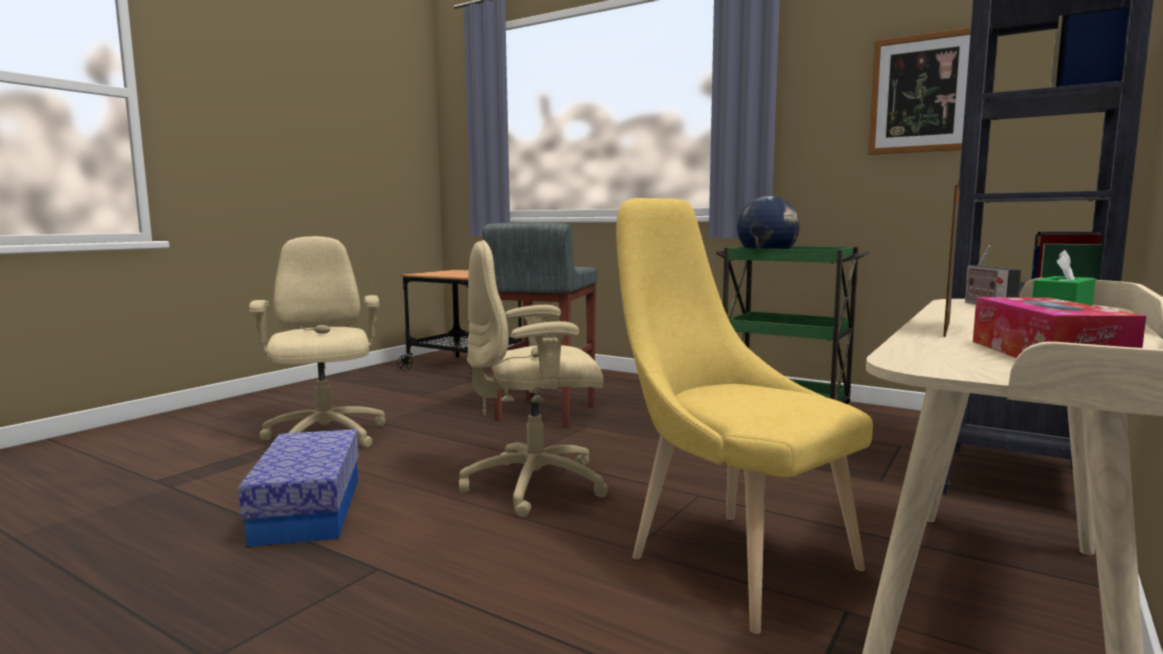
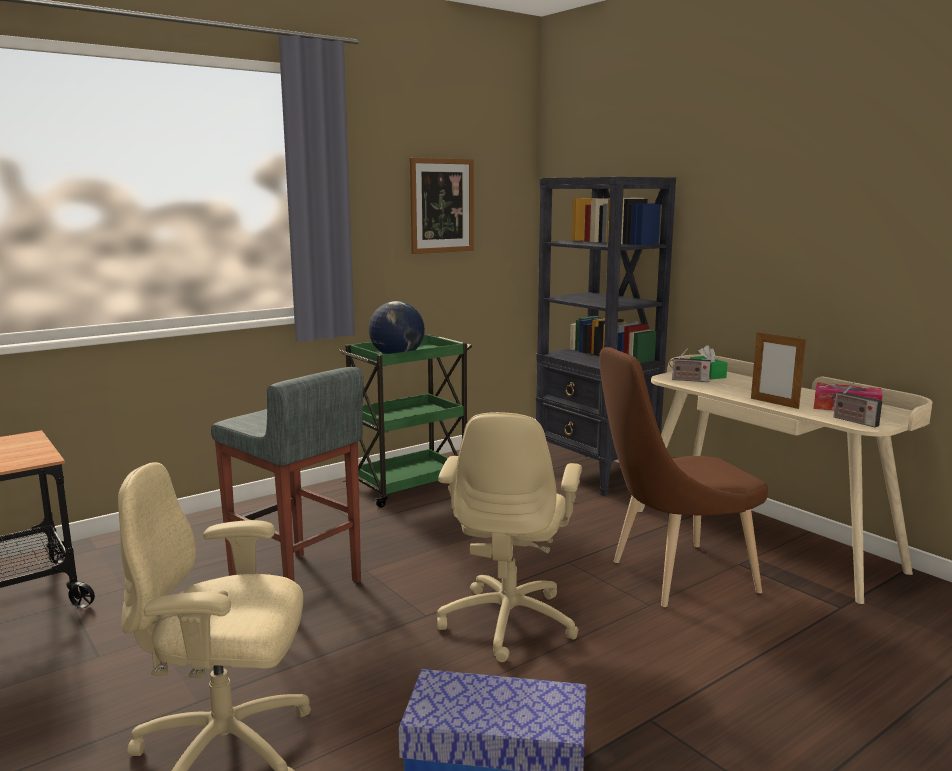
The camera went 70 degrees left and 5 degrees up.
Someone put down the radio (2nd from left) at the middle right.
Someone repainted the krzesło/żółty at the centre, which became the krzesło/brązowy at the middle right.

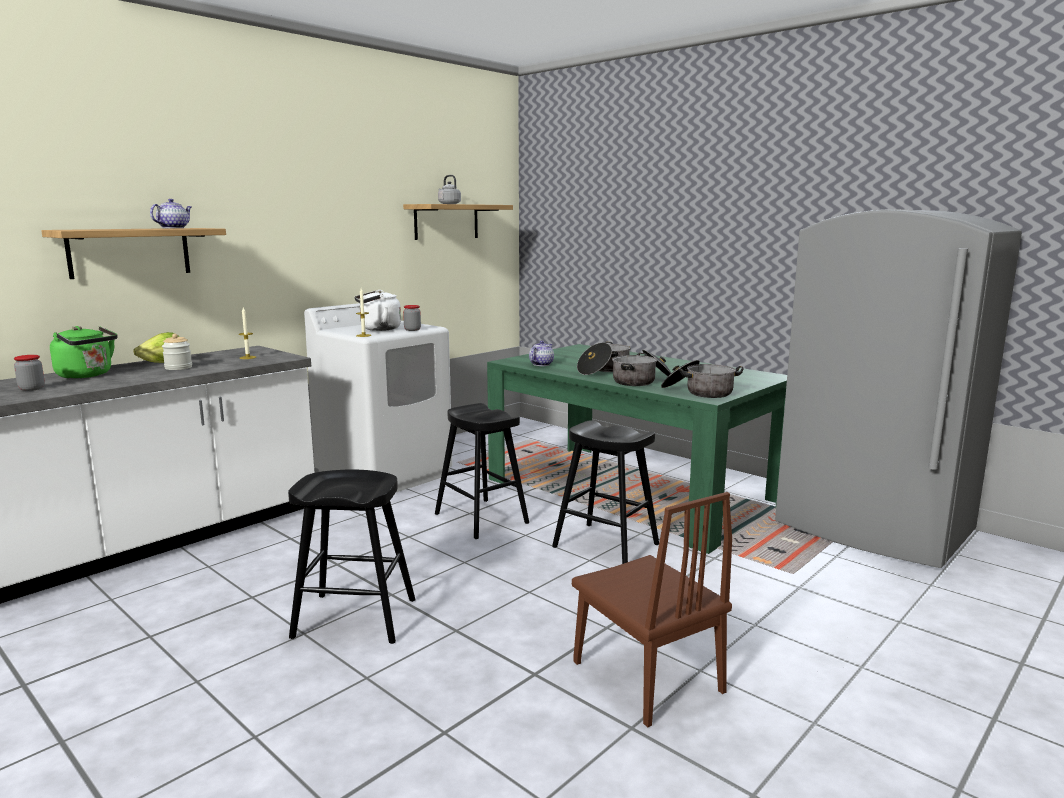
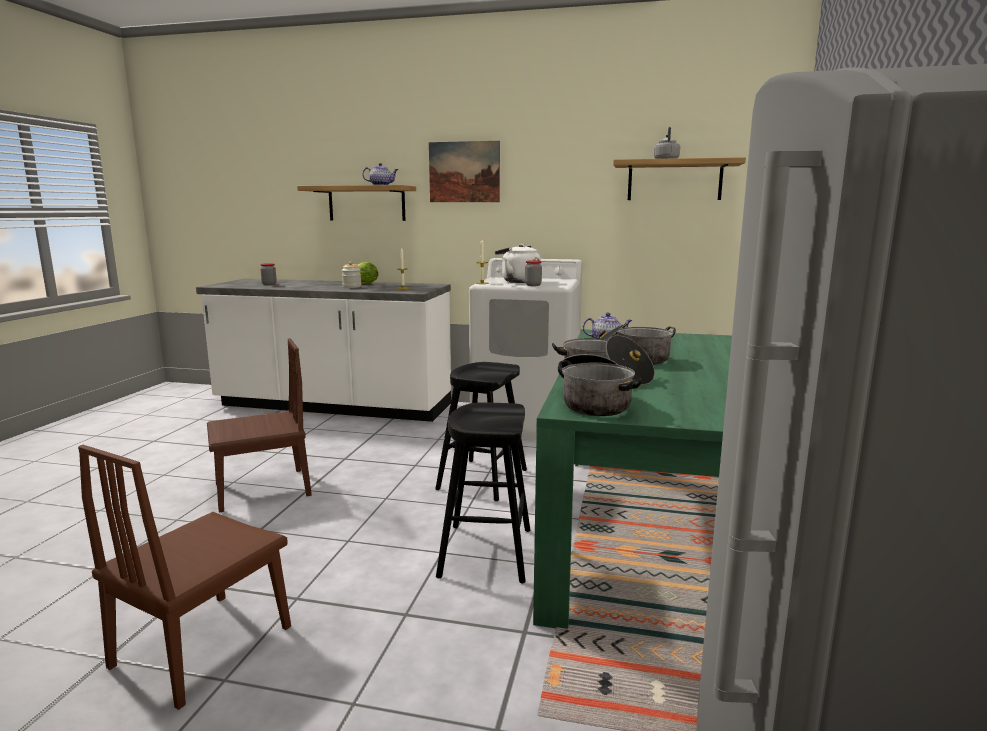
The camera went 60 degrees right and 0 degrees up.
Someone took away the czajnik/zielony at the middle left.
Someone put up the obraz at the top centre.
Someone swapped the stołek/czarny (1st from left) at the bottom left for the krzesło/brązowy (2nd from left) at the middle left.

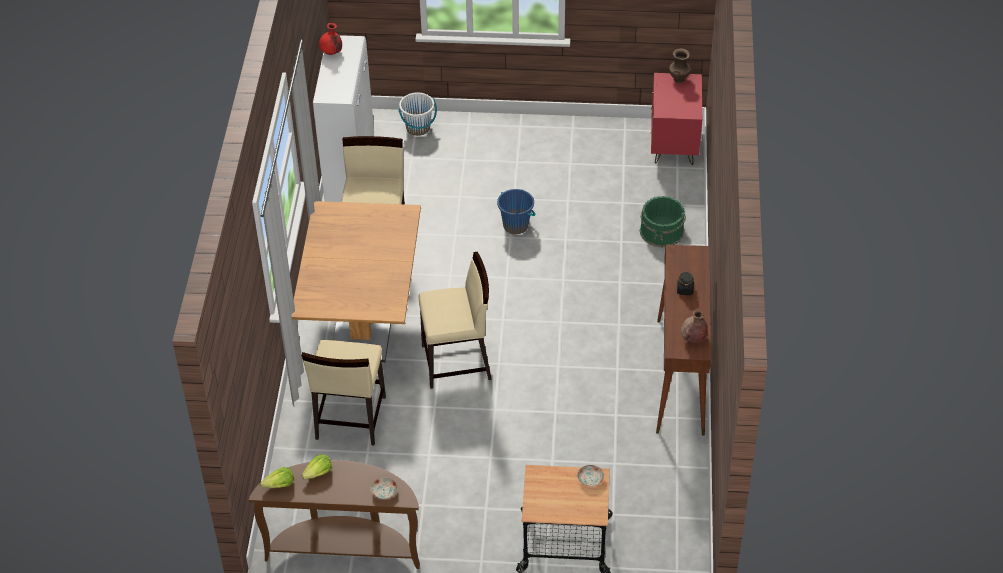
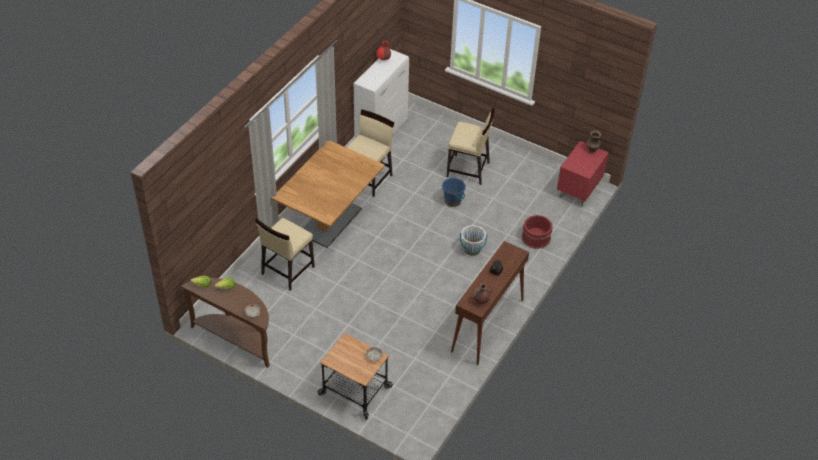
The camera went 25 degrees right and 0 degrees up.
Someone carried the wiadro/biały from the top centre to the centre.
Someone carried the krzesło/beżowy (3rd from left) from the centre to the top centre.
Someone repainted the wiadro/zielony at the centre, which became the wiadro/czerwony at the centre.

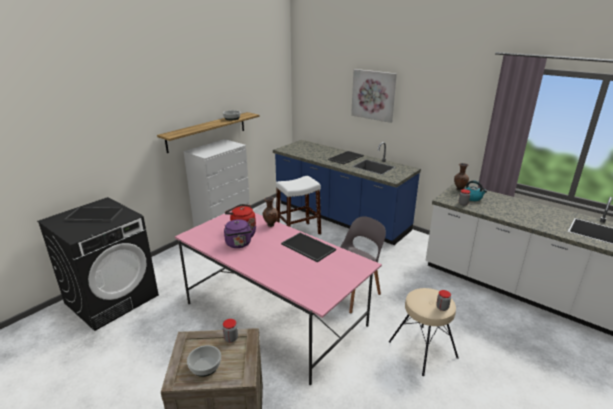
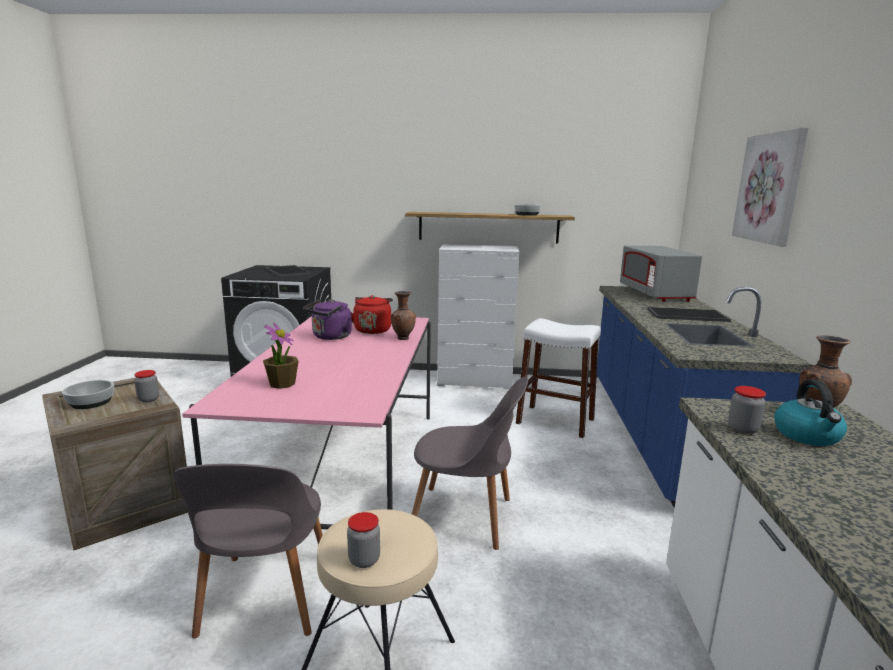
The camera went 55 degrees right and 10 degrees down.
Someone took away the taca (2nd from left) at the centre.
Someone put down the krzesło/szary (1st from left) at the bottom left.
Someone put down the roślina doniczkowa at the middle left.
Someone put down the mikrofalówka/szary at the middle right.

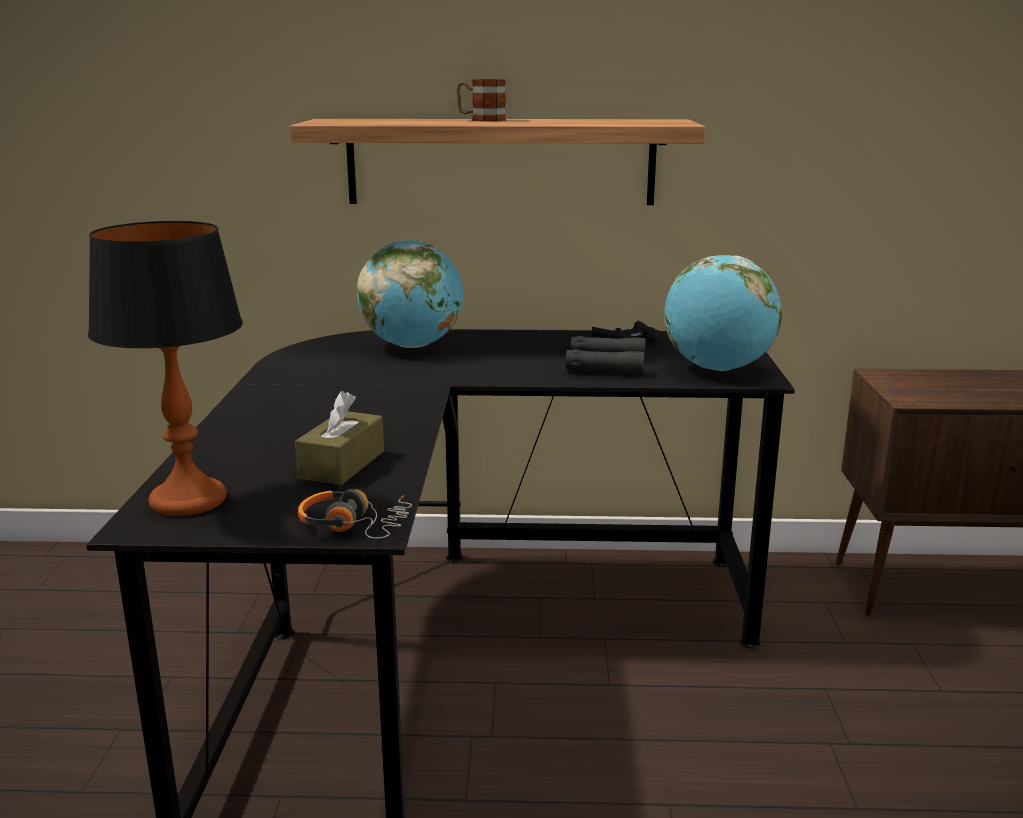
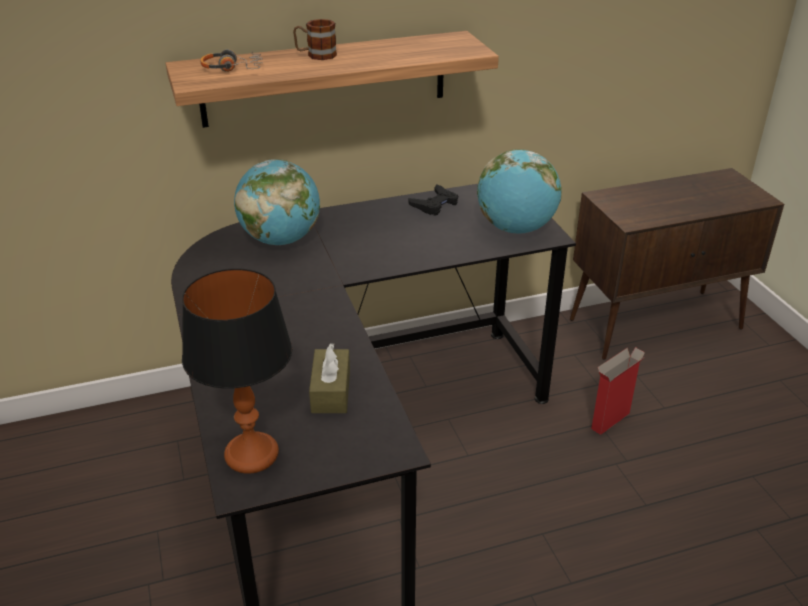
The camera went 20 degrees left and 15 degrees up.
Someone took away the lornetka/czarny at the centre.
Someone put down the karton at the middle right.
Someone carried the słuchawki from the centre to the top left.

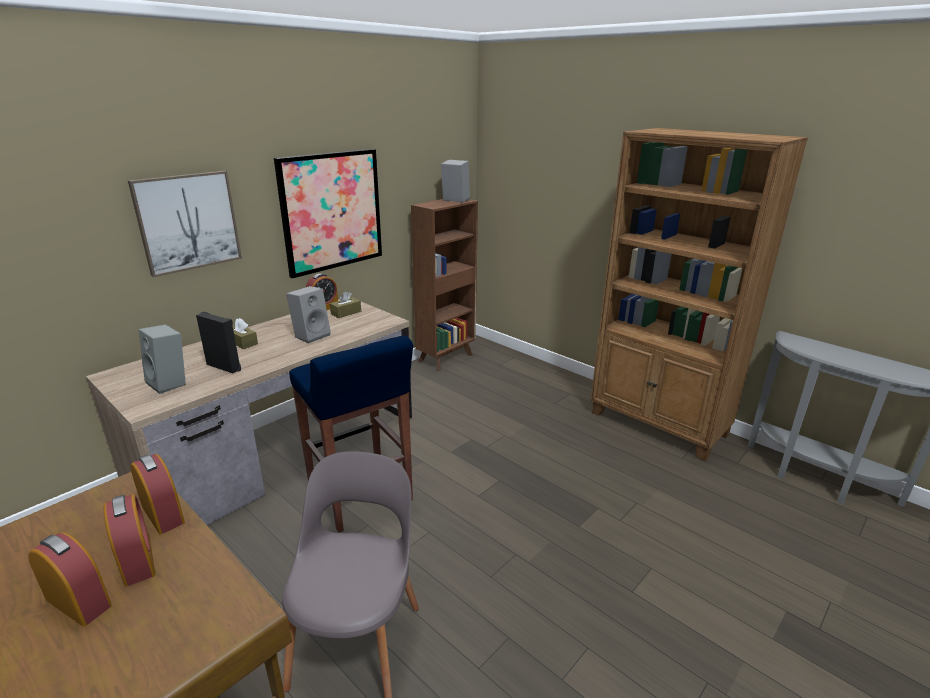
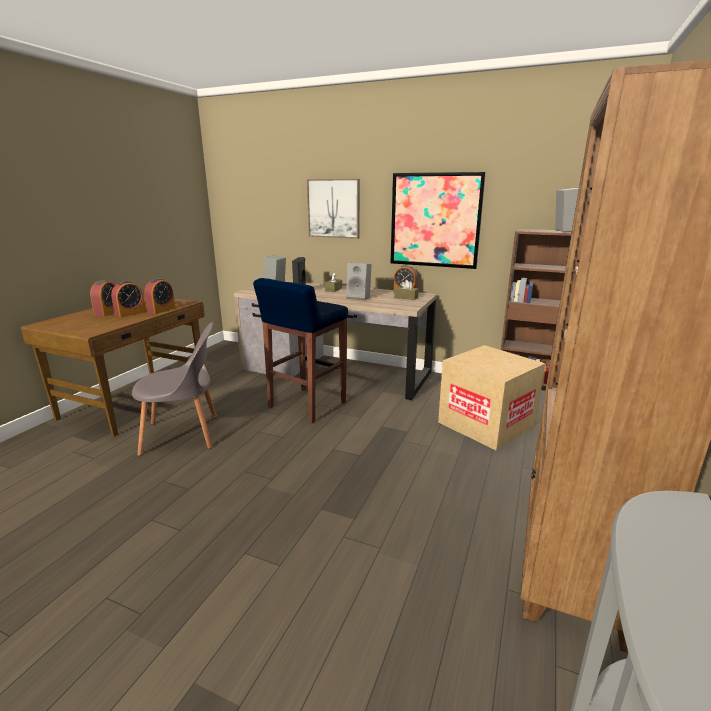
The camera went 70 degrees right and 5 degrees down.
Someone put down the karton at the middle right.

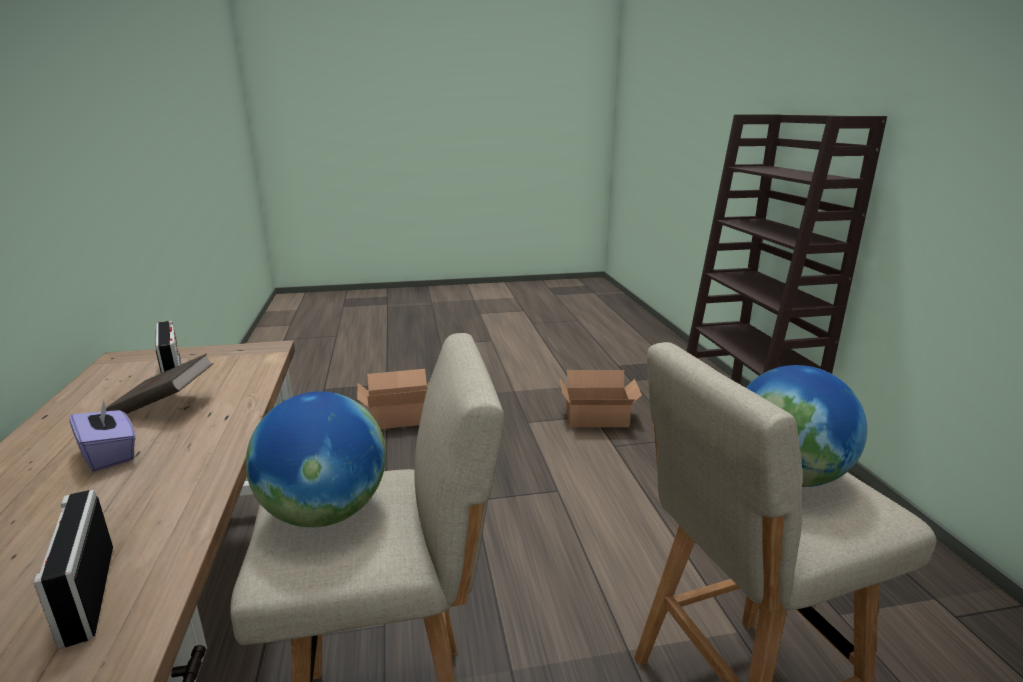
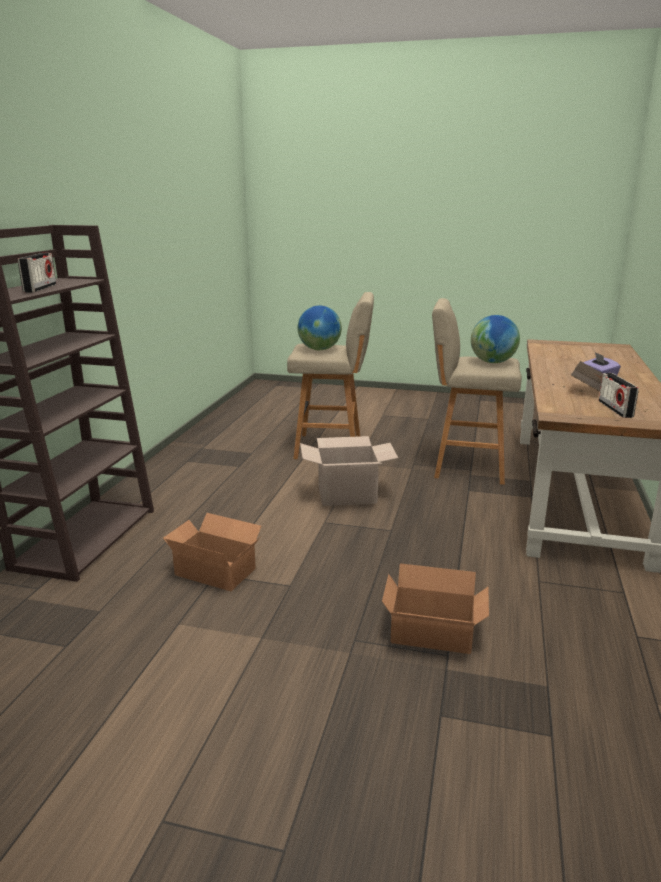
The camera went 155 degrees left and 0 degrees up.
Someone put down the karton (2nd from left) at the centre.
Someone carried the radio (1st from left) from the bottom left to the top left.

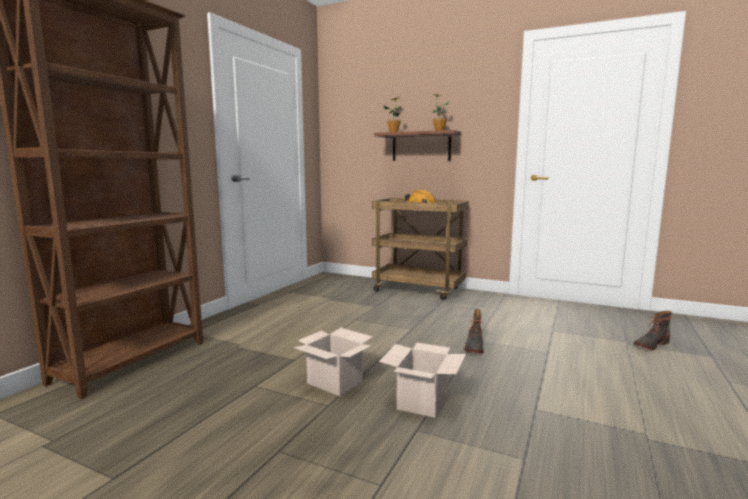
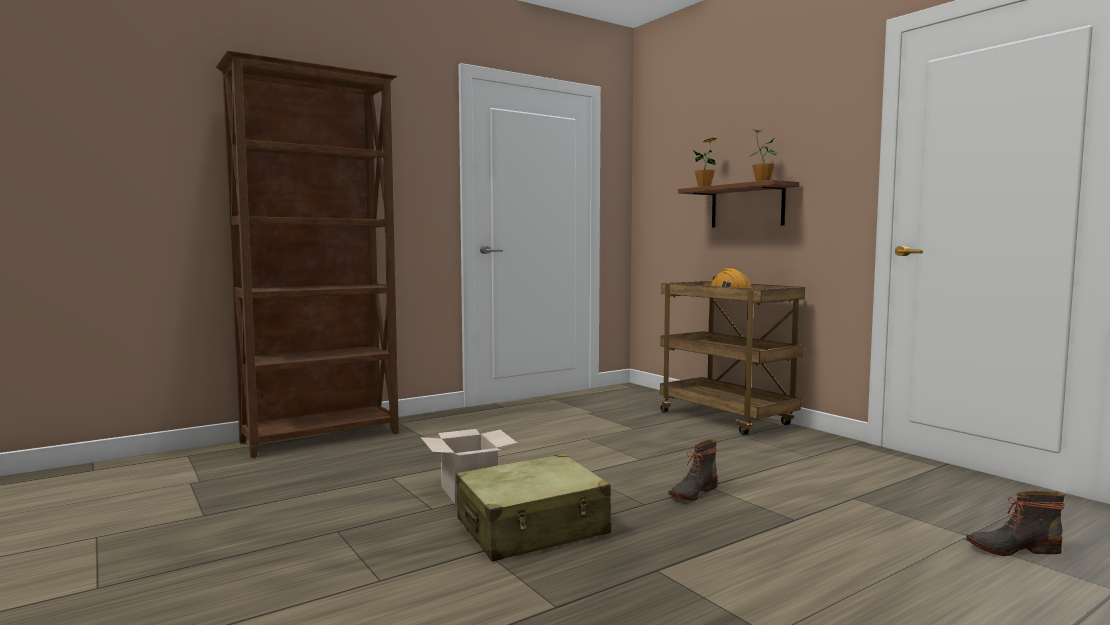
The camera went 30 degrees right and 5 degrees down.
Someone swapped the karton (2nd from left) at the bottom centre for the walizka/beżowy at the bottom centre.

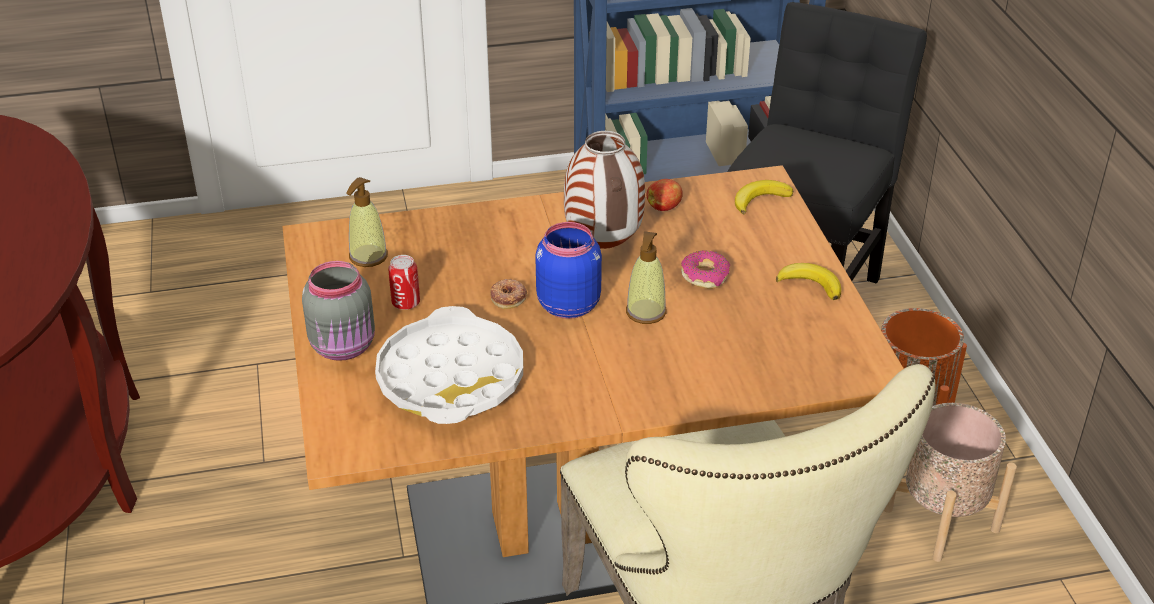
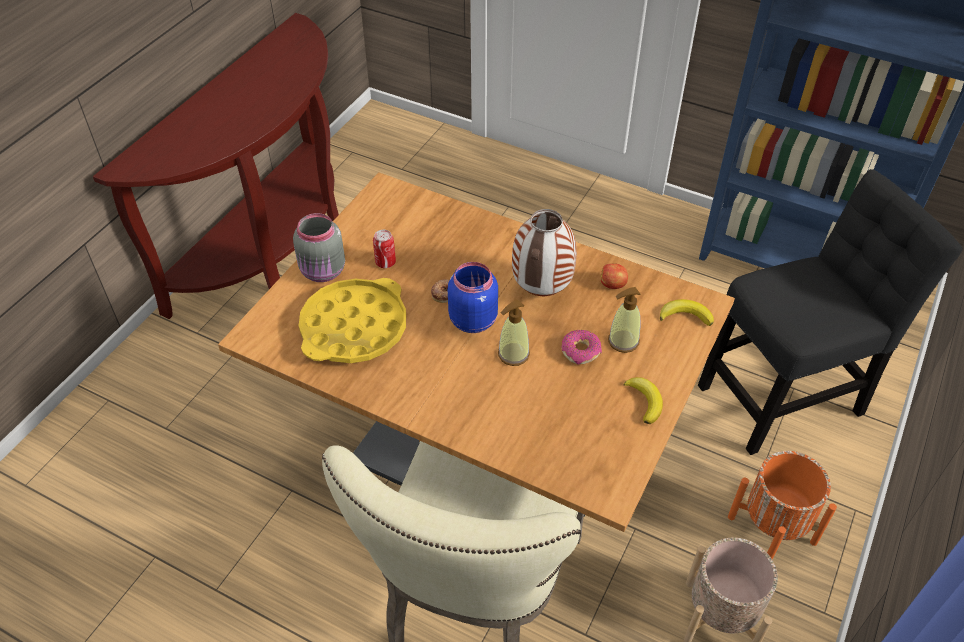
The camera went 40 degrees right and 10 degrees up.
Someone carried the dozownik mydła (1st from left in the first image) from the middle left to the centre.
Someone repainted the taca/biały at the centre, which became the taca/żółty at the centre.

